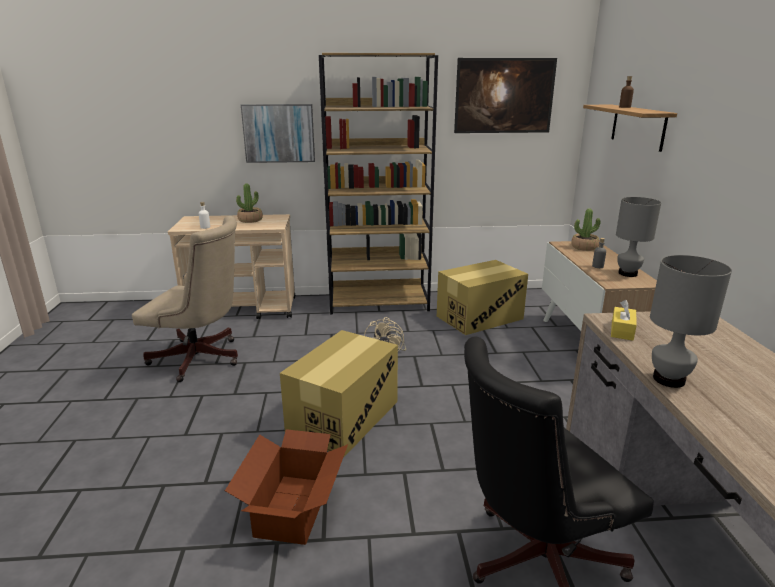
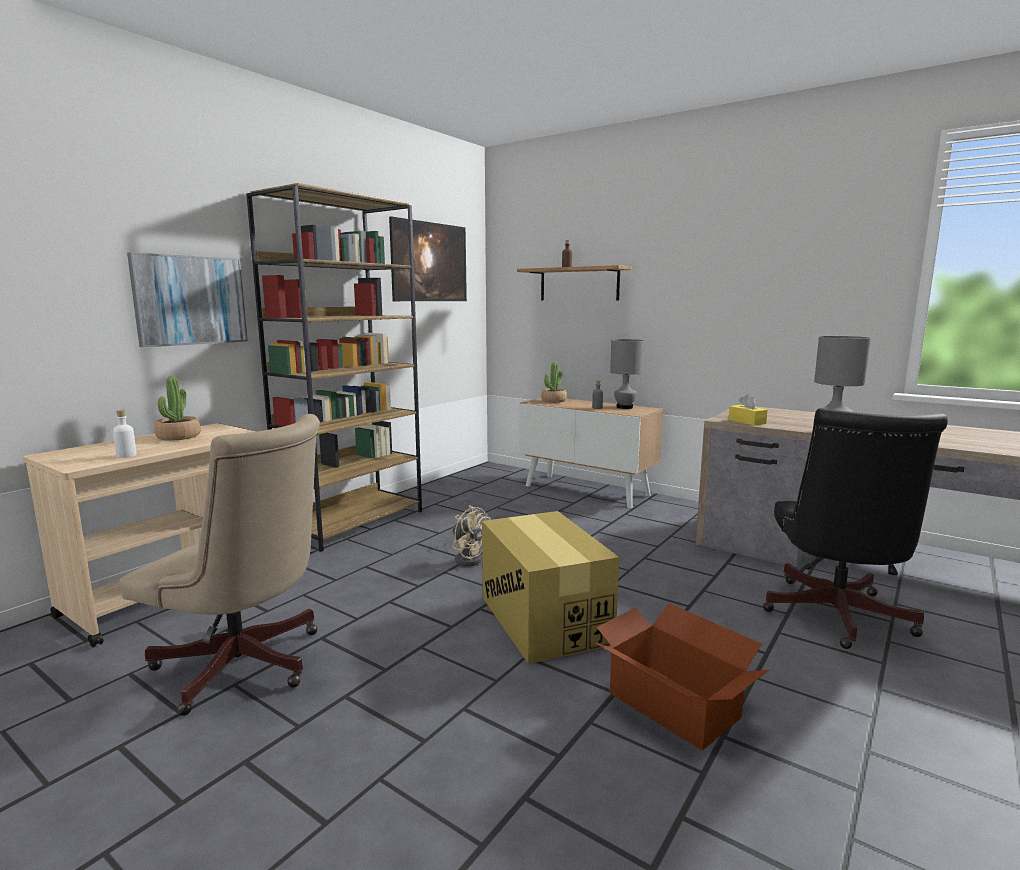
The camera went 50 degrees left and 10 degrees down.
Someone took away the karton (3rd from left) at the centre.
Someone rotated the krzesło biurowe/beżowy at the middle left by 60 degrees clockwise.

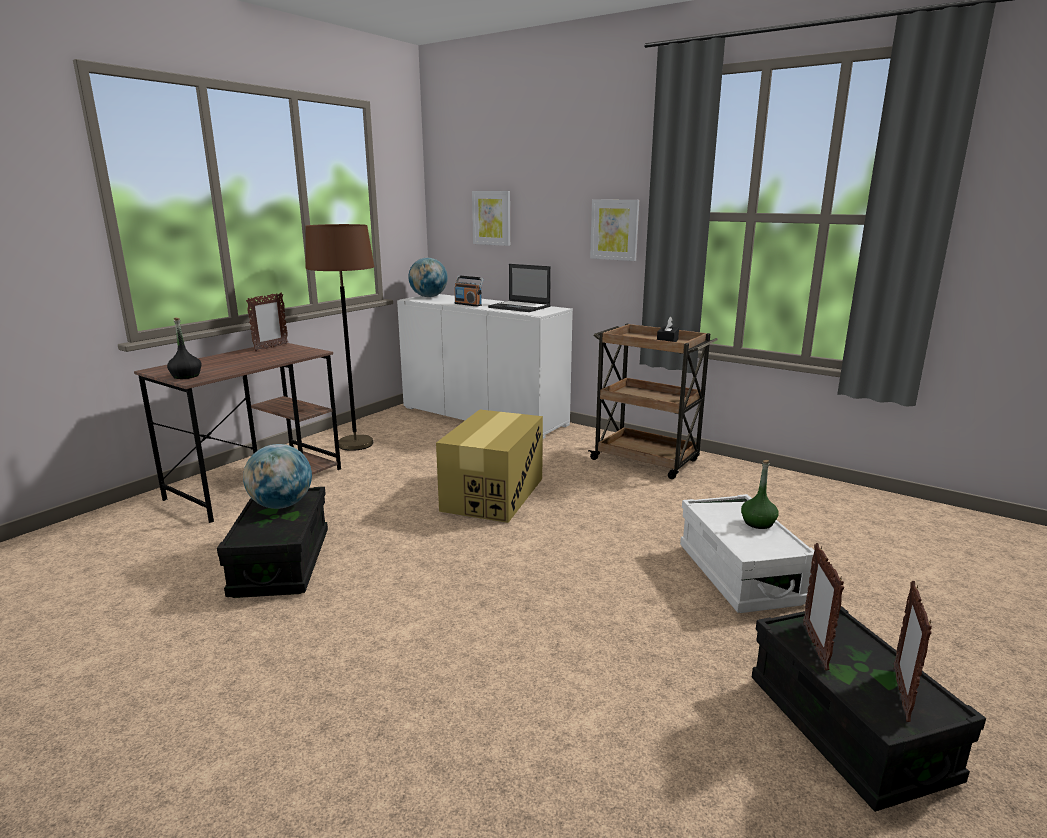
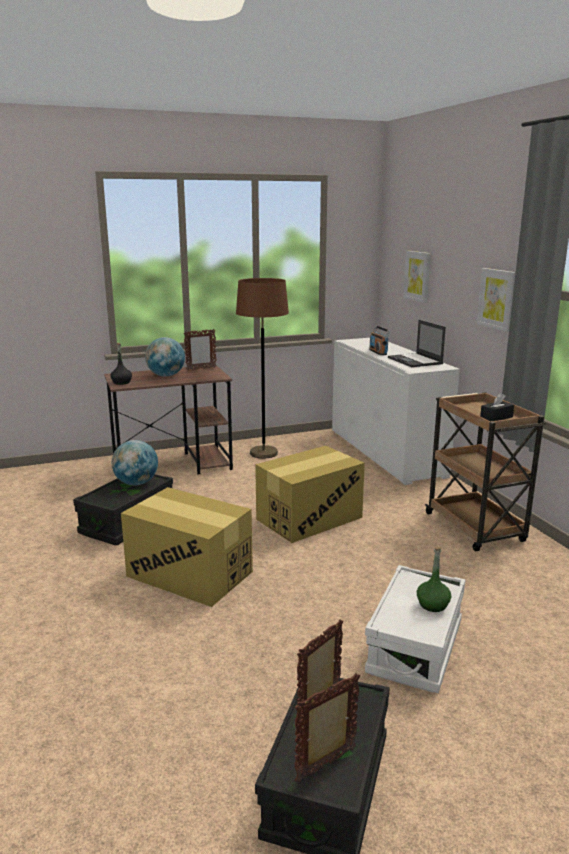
The camera went 35 degrees right and 0 degrees up.
Someone put down the karton (1st from left) at the middle left.
Someone carried the globus (2nd from left) from the top centre to the middle left.

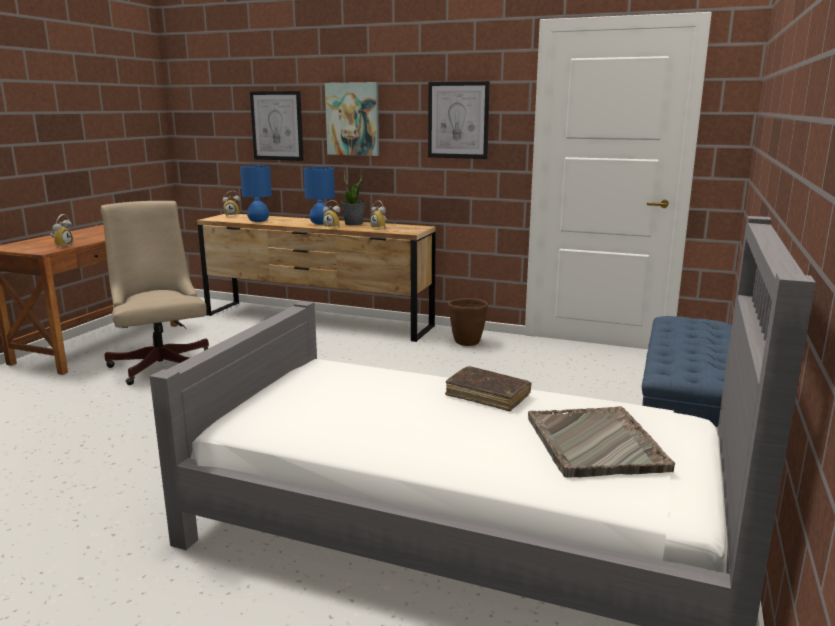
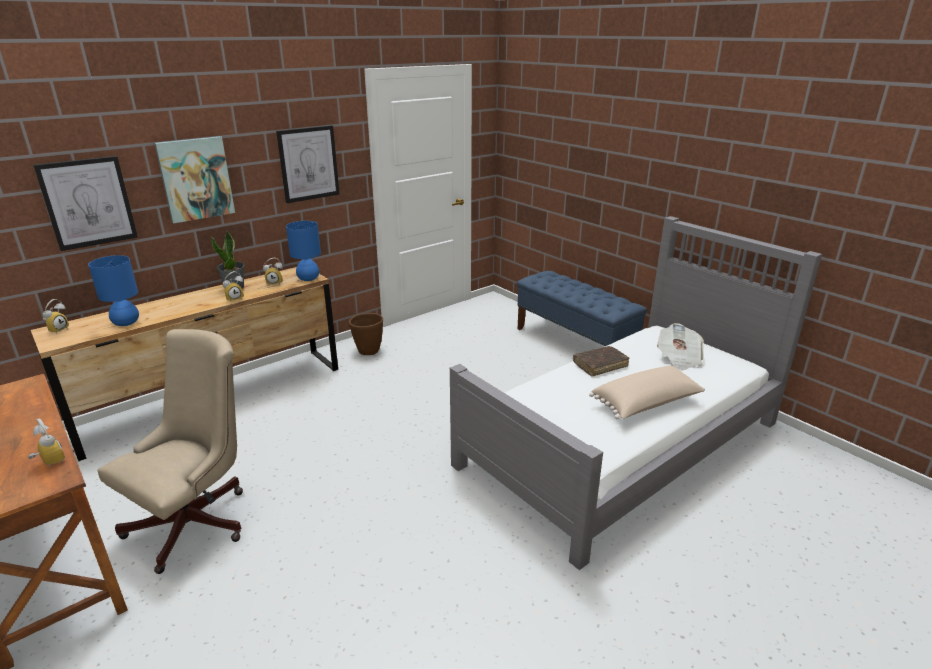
The camera went 60 degrees left and 10 degrees up.
Someone put down the poduszka/beżowy at the middle right.
Someone carried the lampa stołowa/niebieski (2nd from left) from the top centre to the middle left.
Someone swapped the taca/szary at the bottom right for the gazeta at the middle right.
Someone rotated the krzesło biurowe/beżowy at the middle left by 120 degrees clockwise.

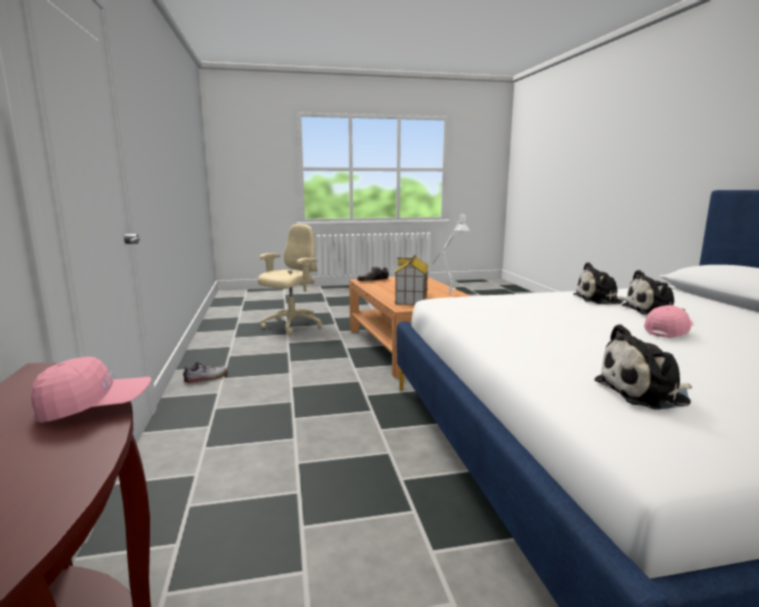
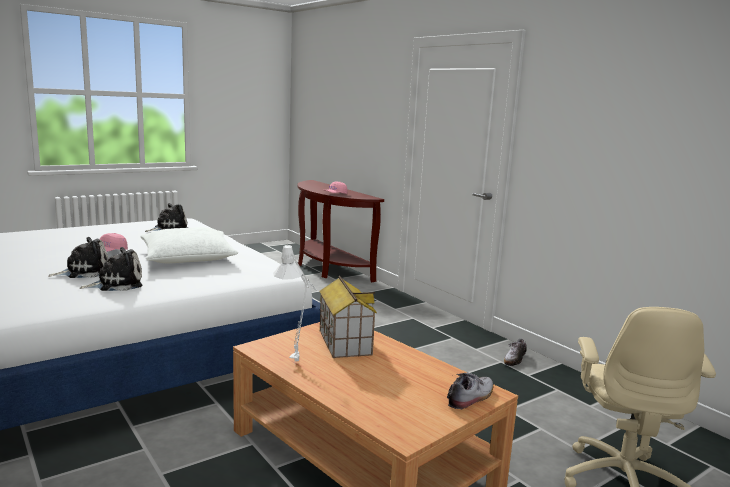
The camera went 155 degrees right and 0 degrees up.
Someone put down the poduszka/biały at the middle left.

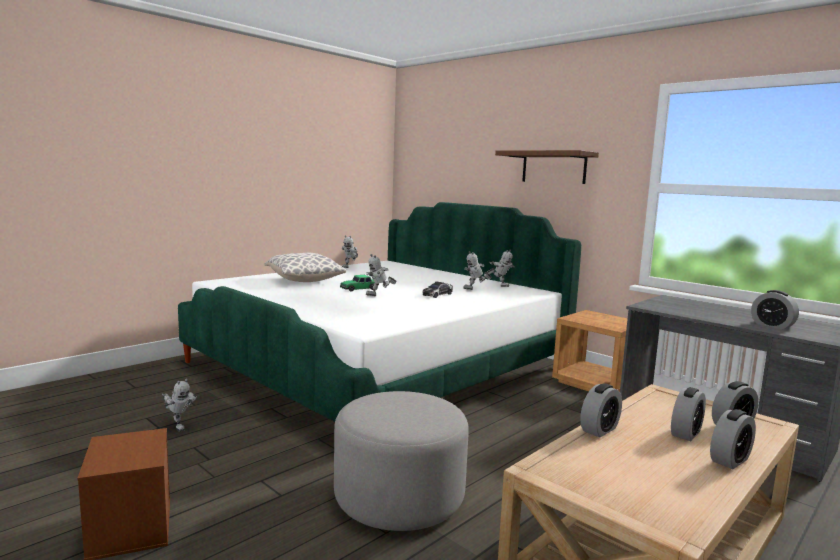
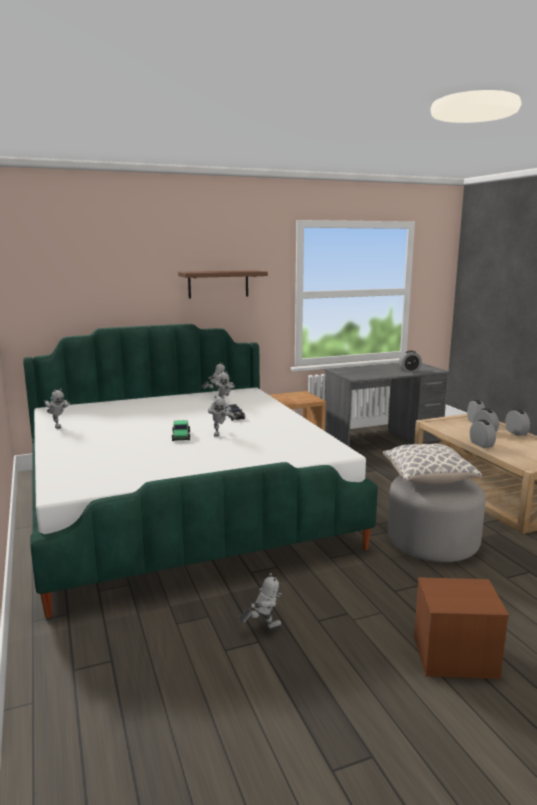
The camera went 65 degrees left and 5 degrees up.
Someone carried the poduszka from the centre to the middle right.

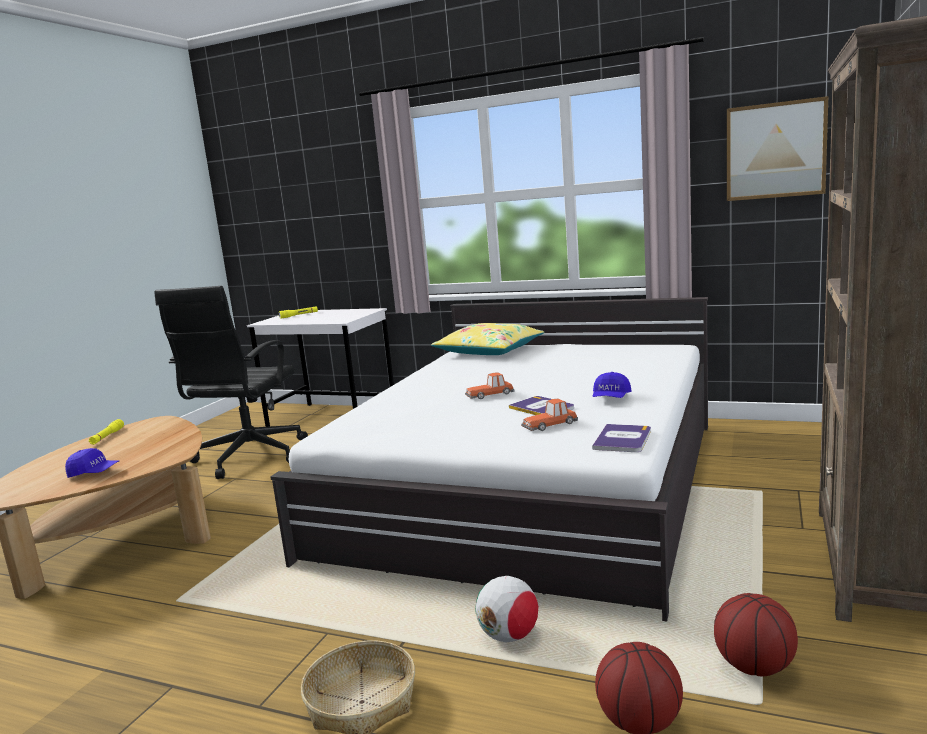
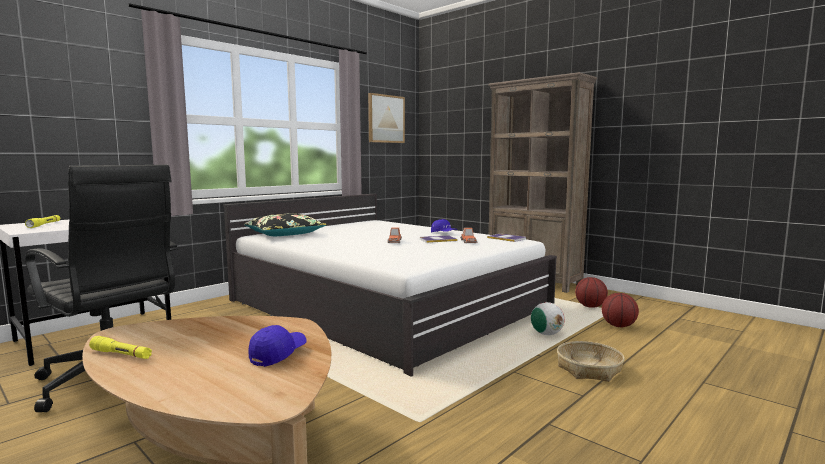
The camera went 70 degrees left and 5 degrees down.
Someone repainted the poduszka/żółty at the centre, which became the poduszka/czarny at the centre.

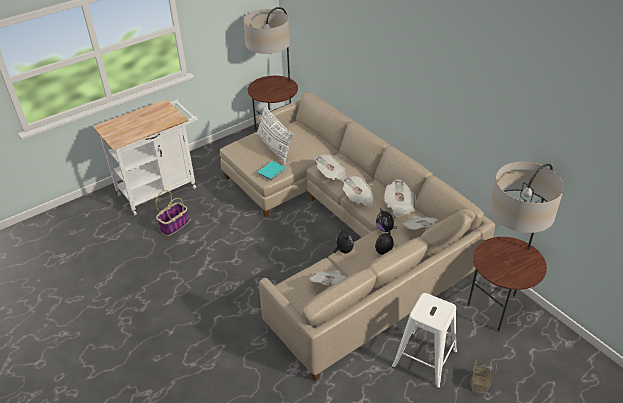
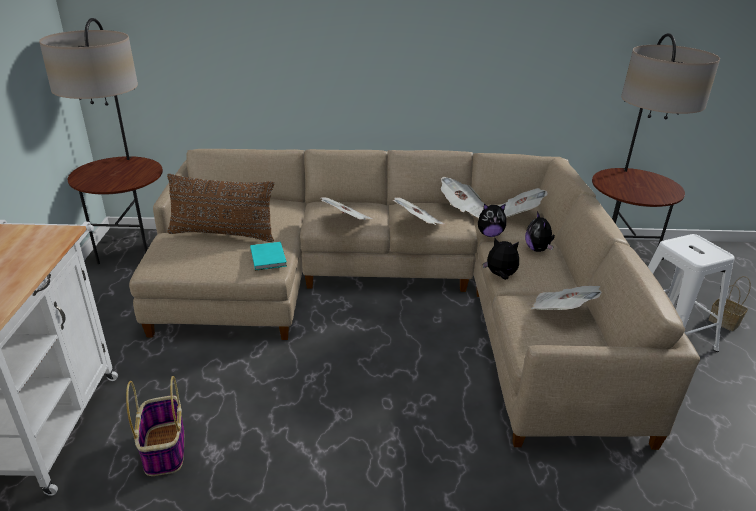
The camera went 55 degrees left and 10 degrees down.
Someone repainted the poduszka/biały at the centre, which became the poduszka/brązowy at the middle left.

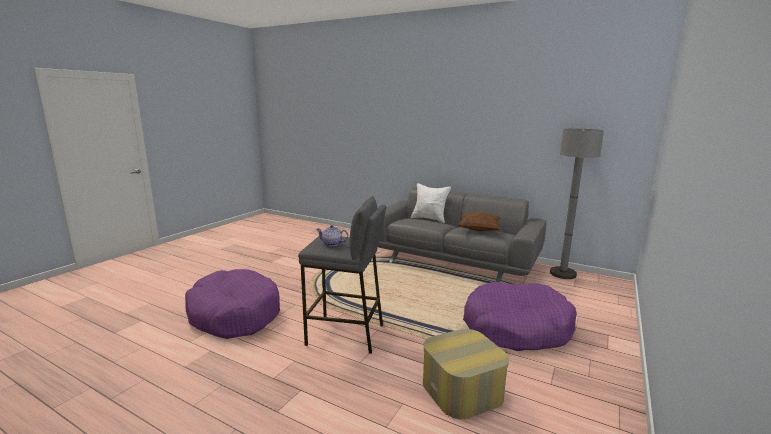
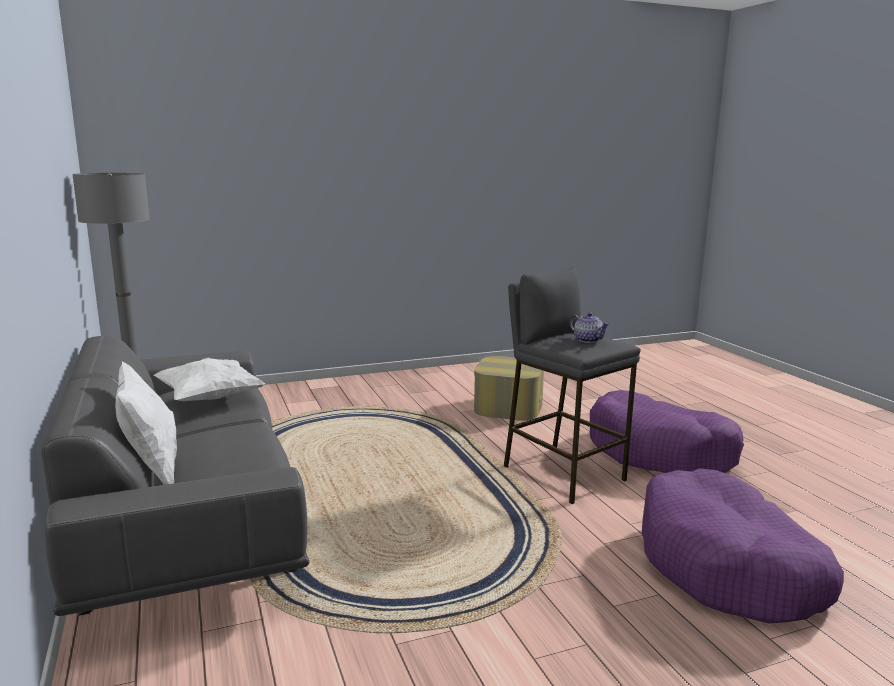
The camera went 140 degrees left and 0 degrees up.
Someone carried the legowisko/fioletowy (2nd from left in the first image) from the bottom right to the middle right.
Someone repainted the poduszka/brązowy at the centre, which became the poduszka/biały (2nd from left) at the middle left.

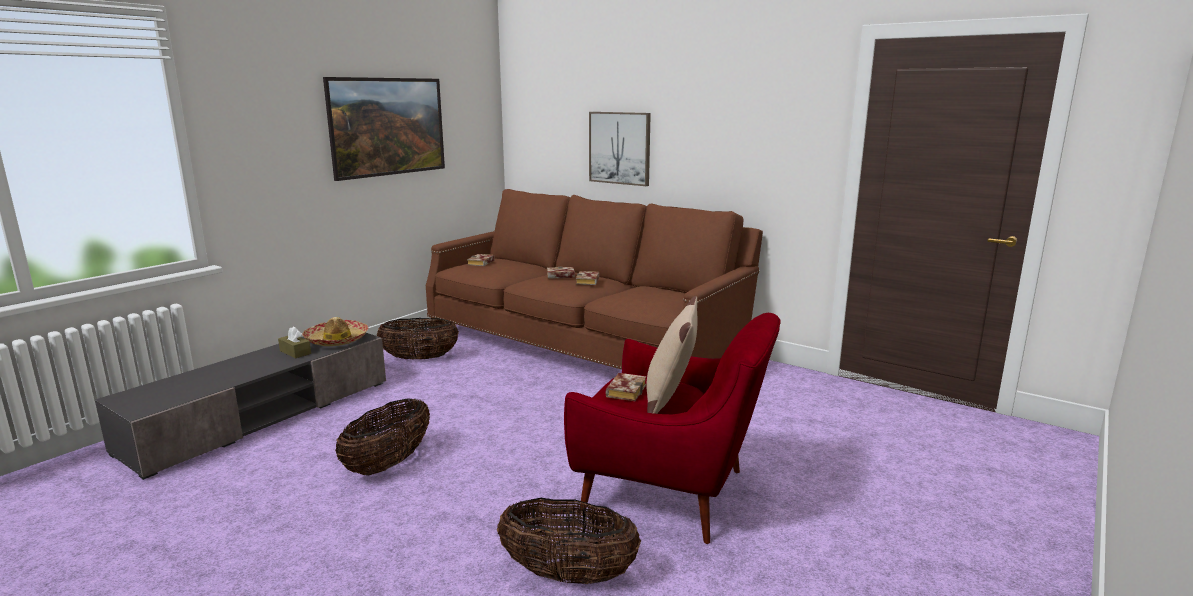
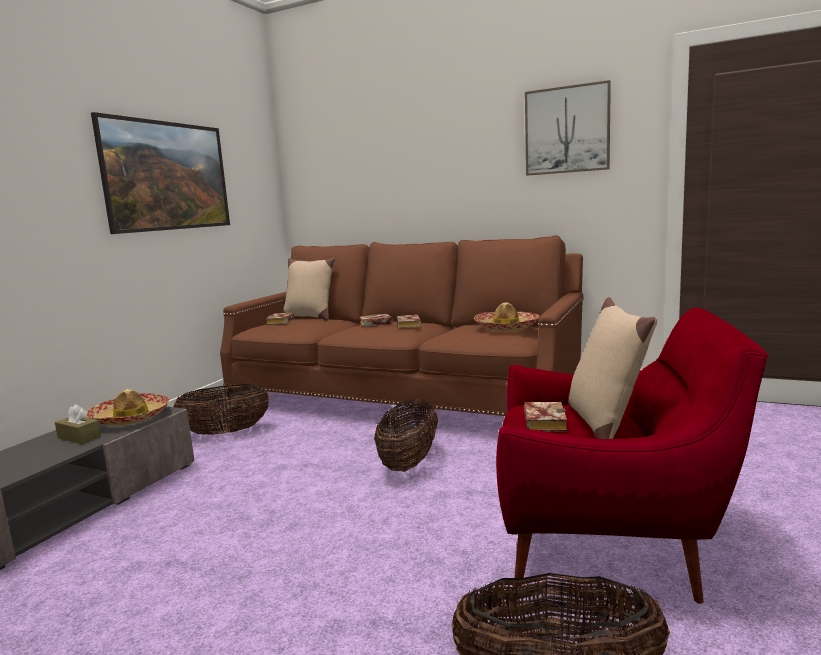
The camera went 10 degrees left and 5 degrees down.
Someone put down the poduszka/beżowy (1st from left) at the centre.
Someone put down the kapelusz (2nd from left) at the centre.
Someone carried the koszyk (1st from left in the first image) from the bottom left to the centre.
Someone carried the obraz (2nd from left) from the top centre to the top right.

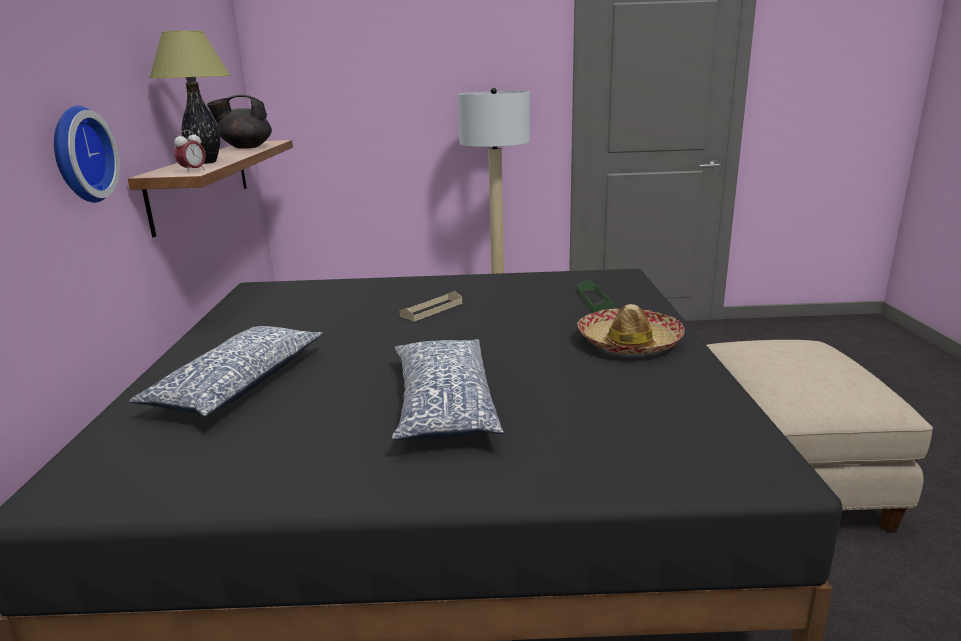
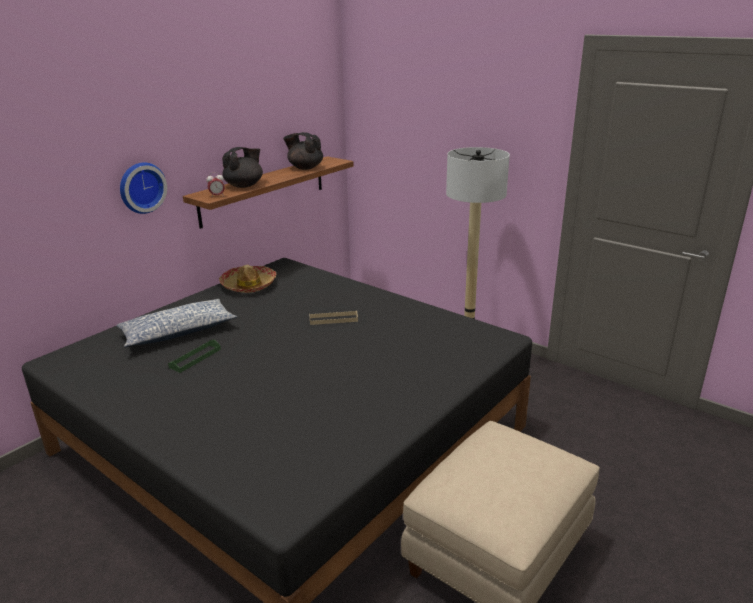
The camera went 40 degrees right and 5 degrees up.
Someone took away the poduszka (2nd from left) at the centre.
Someone carried the taca/zielony from the centre to the middle left.
Someone carried the kapelusz from the centre to the middle left.
Someone swapped the lampa stołowa at the top left for the imbryk/czarny (1st from left) at the top left.

